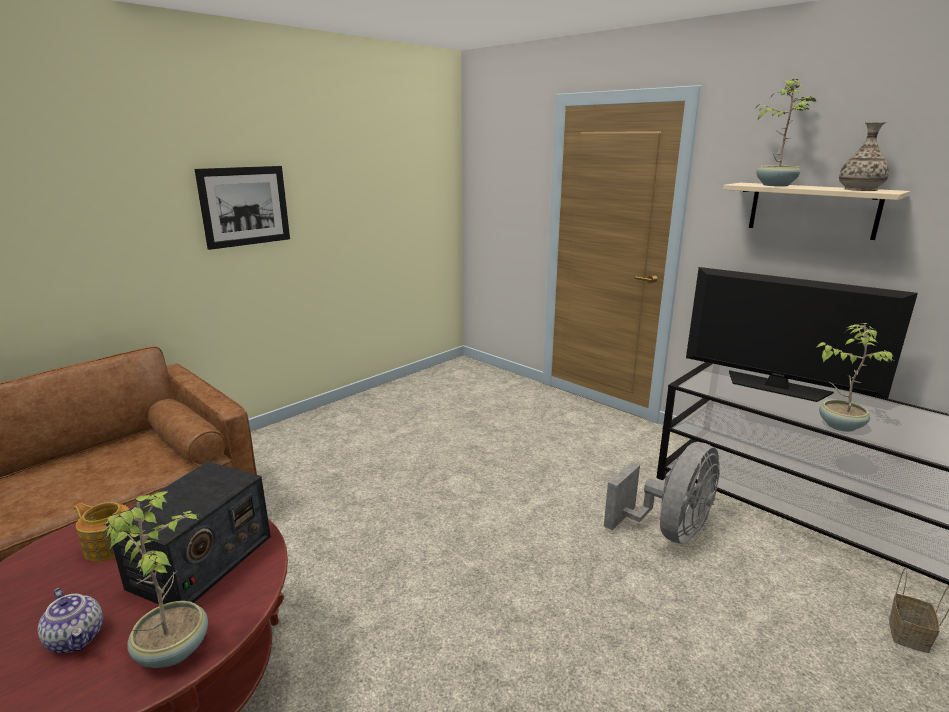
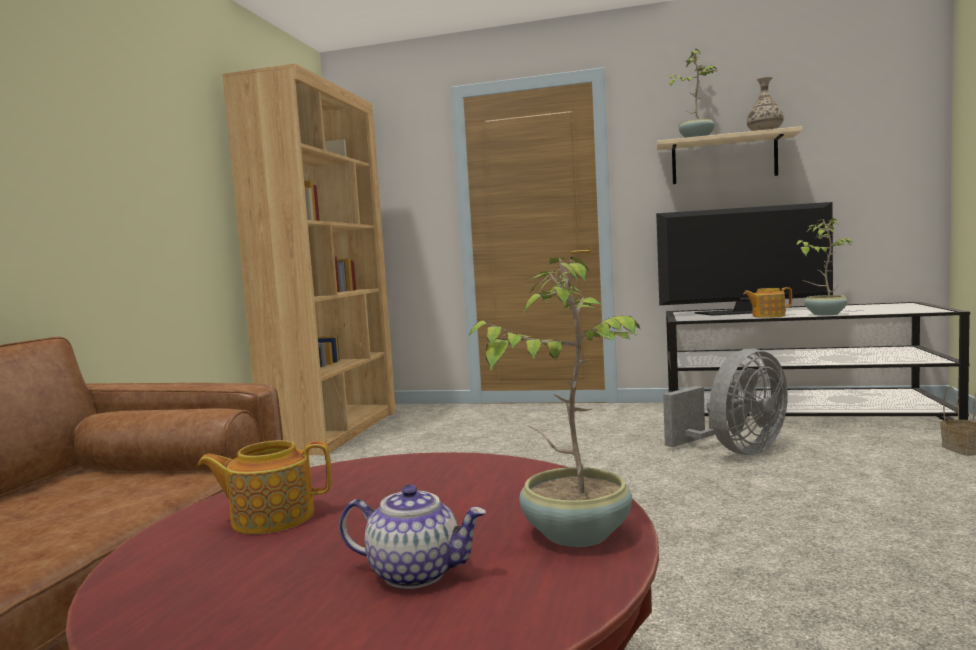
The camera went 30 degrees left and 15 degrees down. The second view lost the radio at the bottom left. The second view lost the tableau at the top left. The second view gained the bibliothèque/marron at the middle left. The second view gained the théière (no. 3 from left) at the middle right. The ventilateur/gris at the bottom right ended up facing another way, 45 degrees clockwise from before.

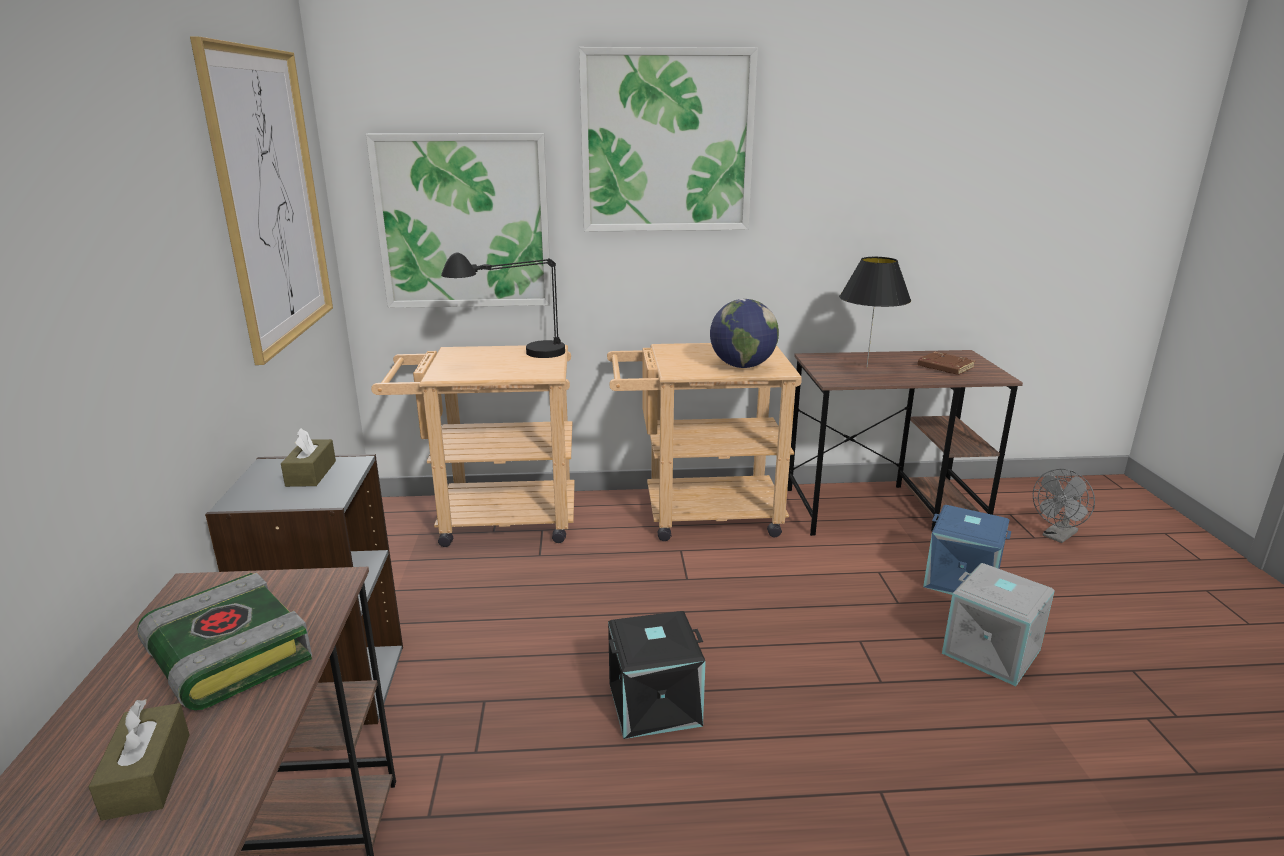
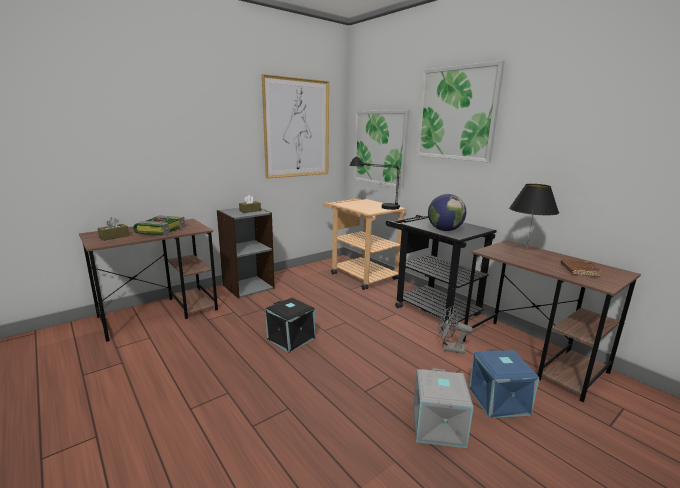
The camera went 55 degrees right and 5 degrees down. The ventilateur/gris ended up elsewhere, having gone from the middle right to the bottom right. What was the chariot/beige (no. 2 from left) at the centre turned into the chariot/noir at the centre.

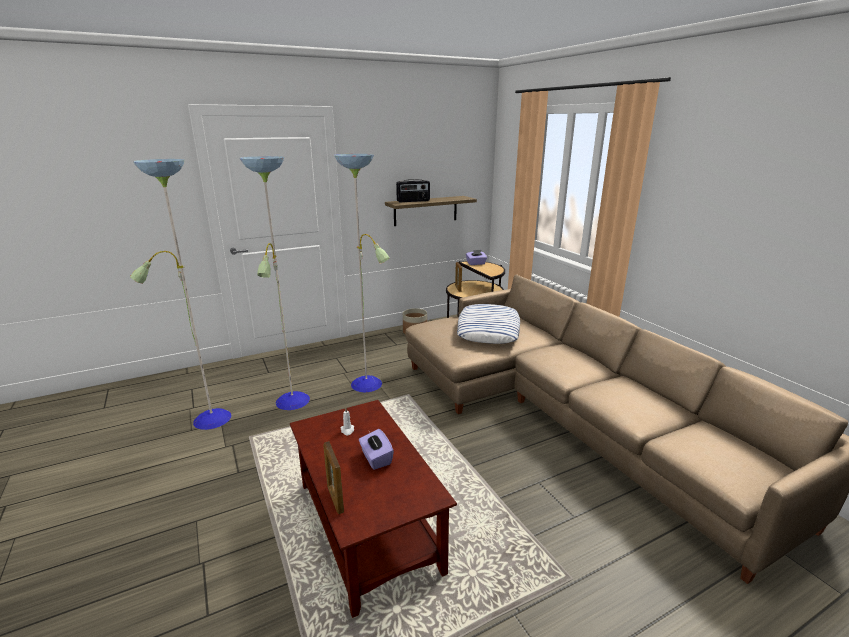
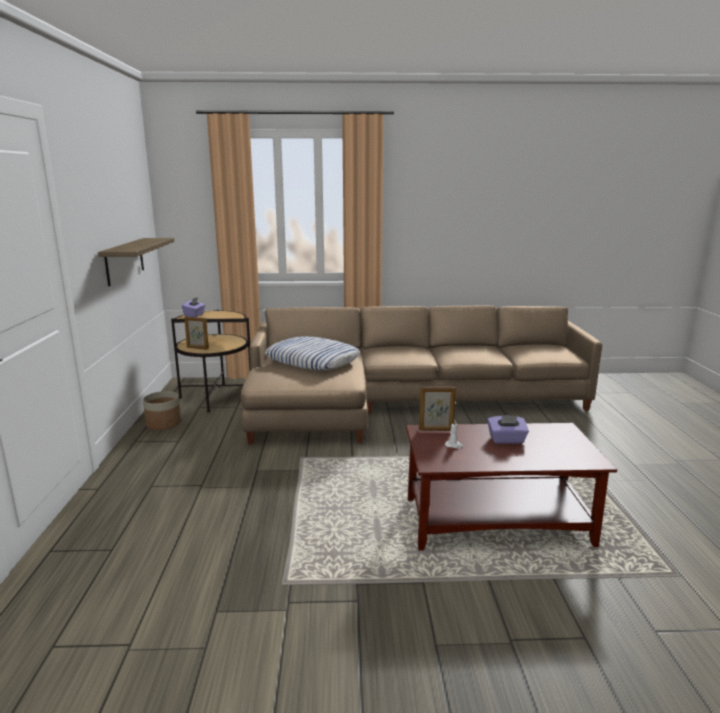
The camera went 65 degrees left and 5 degrees down. The second view lost the lampadaire at the middle left. The second view lost the radio at the top centre. The cadre photo (no. 1 from left in the first image) ended up elsewhere, having gone from the bottom centre to the centre.

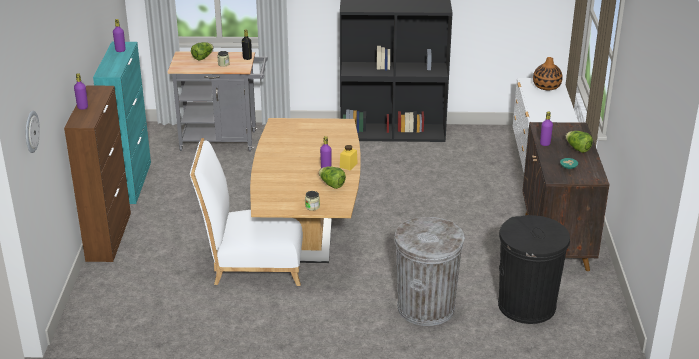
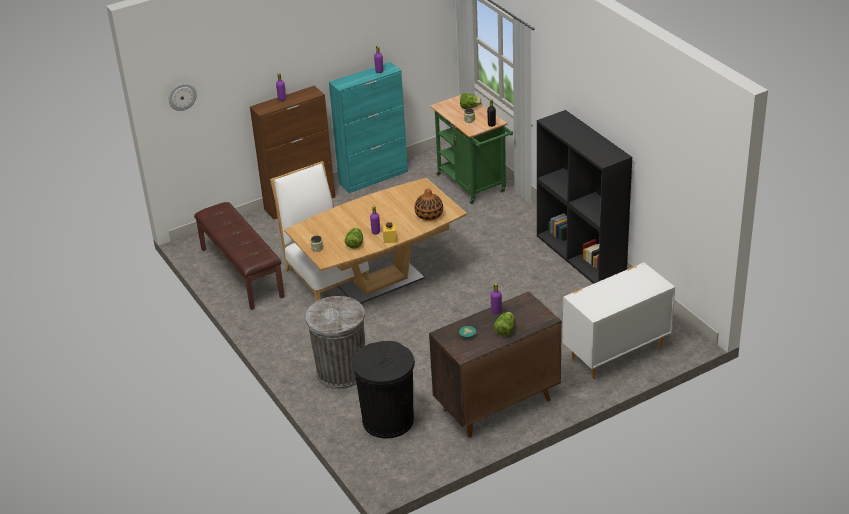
The camera went 60 degrees right and 5 degrees up. The second view gained the banc/marron at the middle left. The vase ended up elsewhere, having gone from the top right to the centre. What was the chariot/gris at the top left turned into the chariot/vert at the top centre.

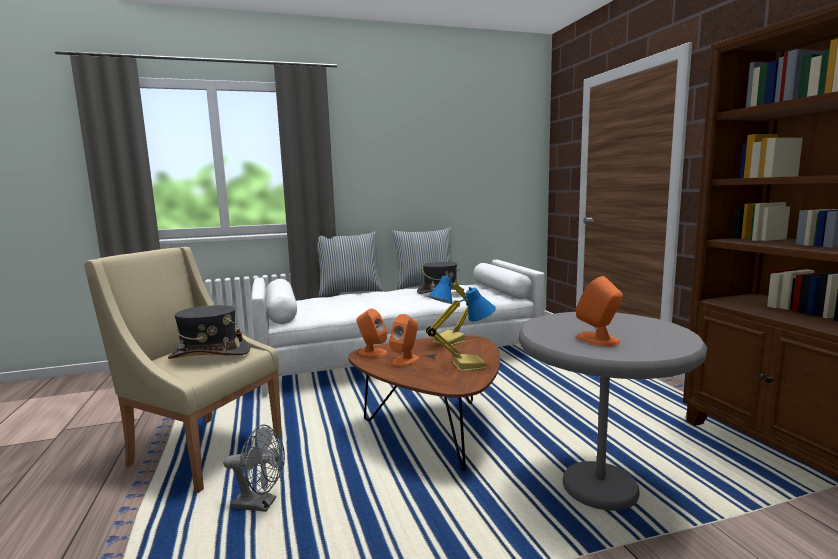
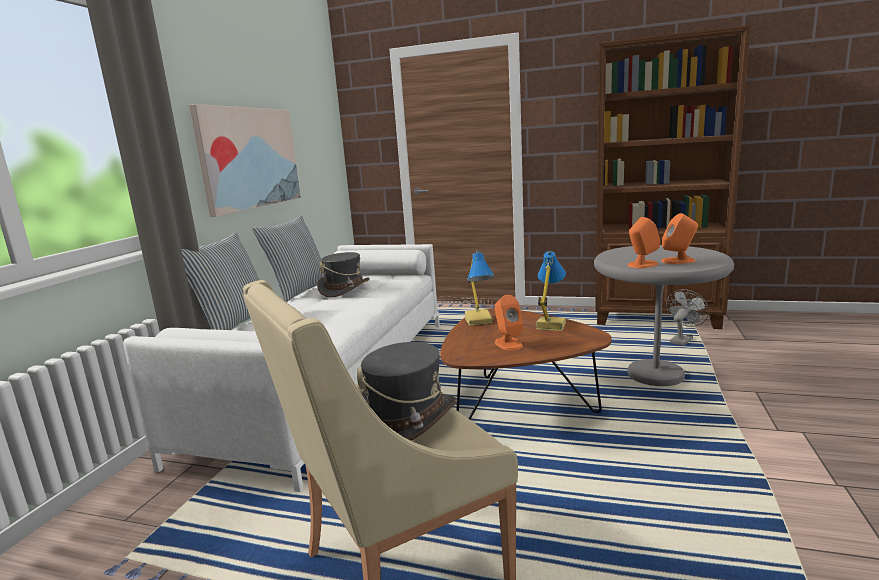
The camera went 55 degrees left and 5 degrees up. The second view gained the tableau at the top left. The ventilateur/gris ended up elsewhere, having gone from the bottom left to the middle right. The enceinte/orange (no. 1 from left in the first image) ended up elsewhere, having gone from the centre to the middle right.

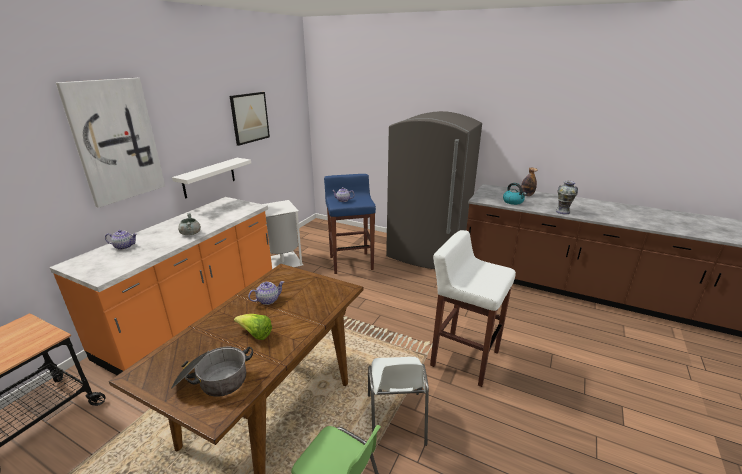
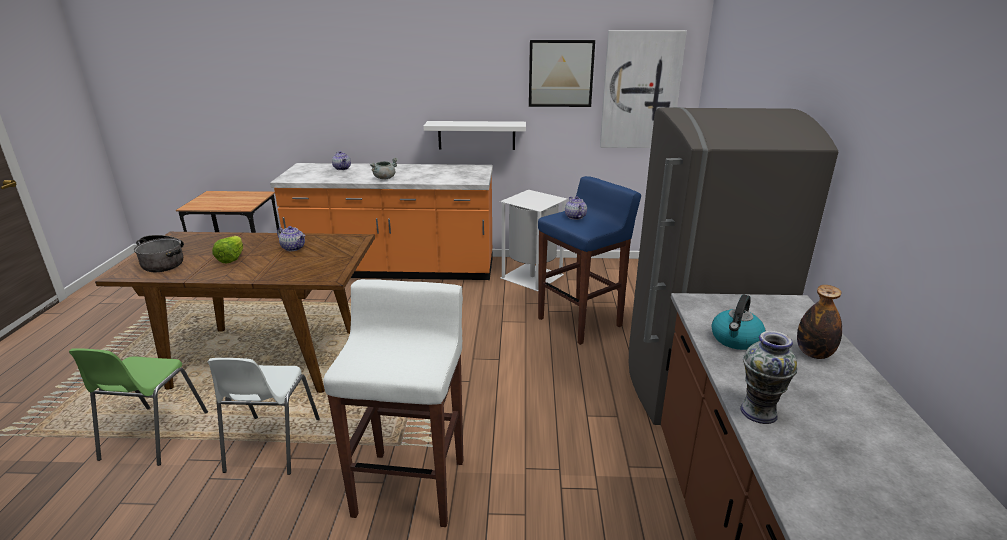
The camera went 65 degrees right and 0 degrees up. The tableau (no. 1 from left in the first image) ended up elsewhere, having gone from the top left to the top centre. The chaise/blanc at the bottom centre ended up facing another way, 60 degrees counterclockwise from before.

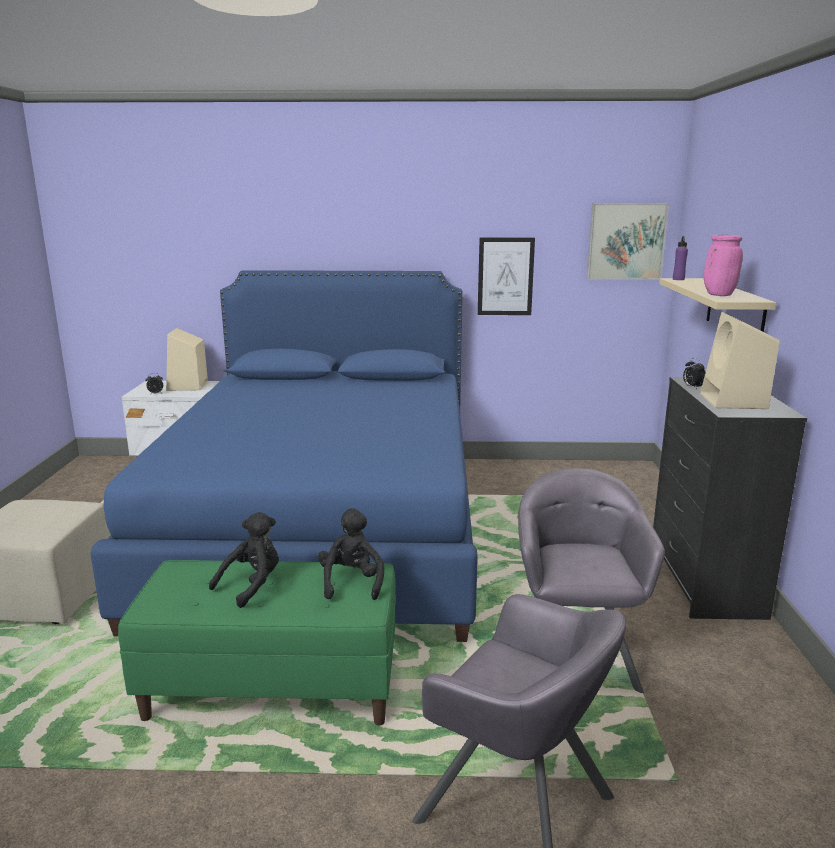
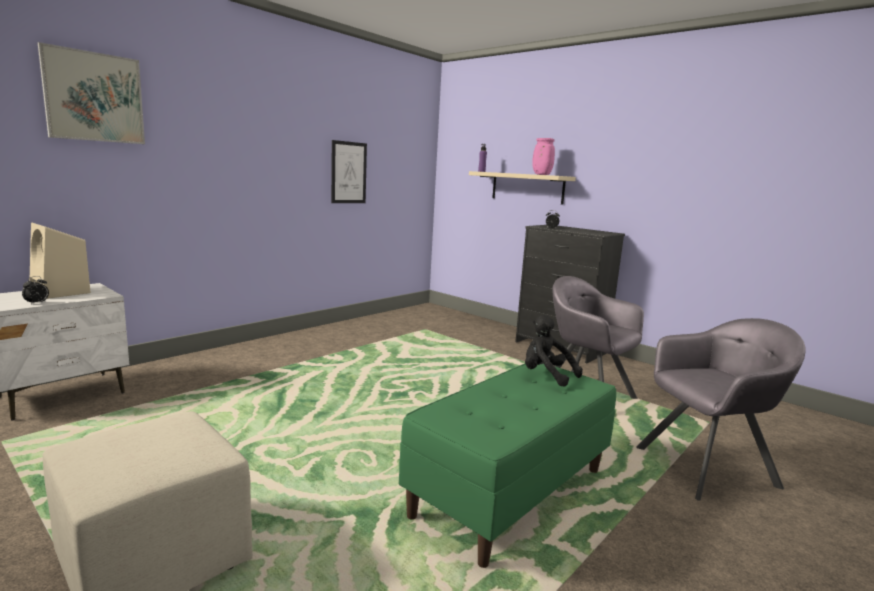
The camera went 50 degrees left and 5 degrees down. The second view lost the lit/bleu at the centre. The second view lost the peluche/noir (no. 1 from left) at the middle left. The second view lost the enceinte/beige (no. 2 from left) at the middle right. The tableau (no. 2 from left in the first image) ended up elsewhere, having gone from the top right to the top left.

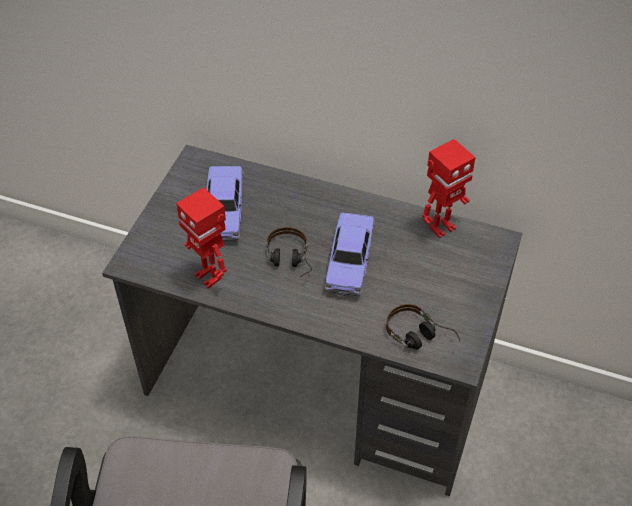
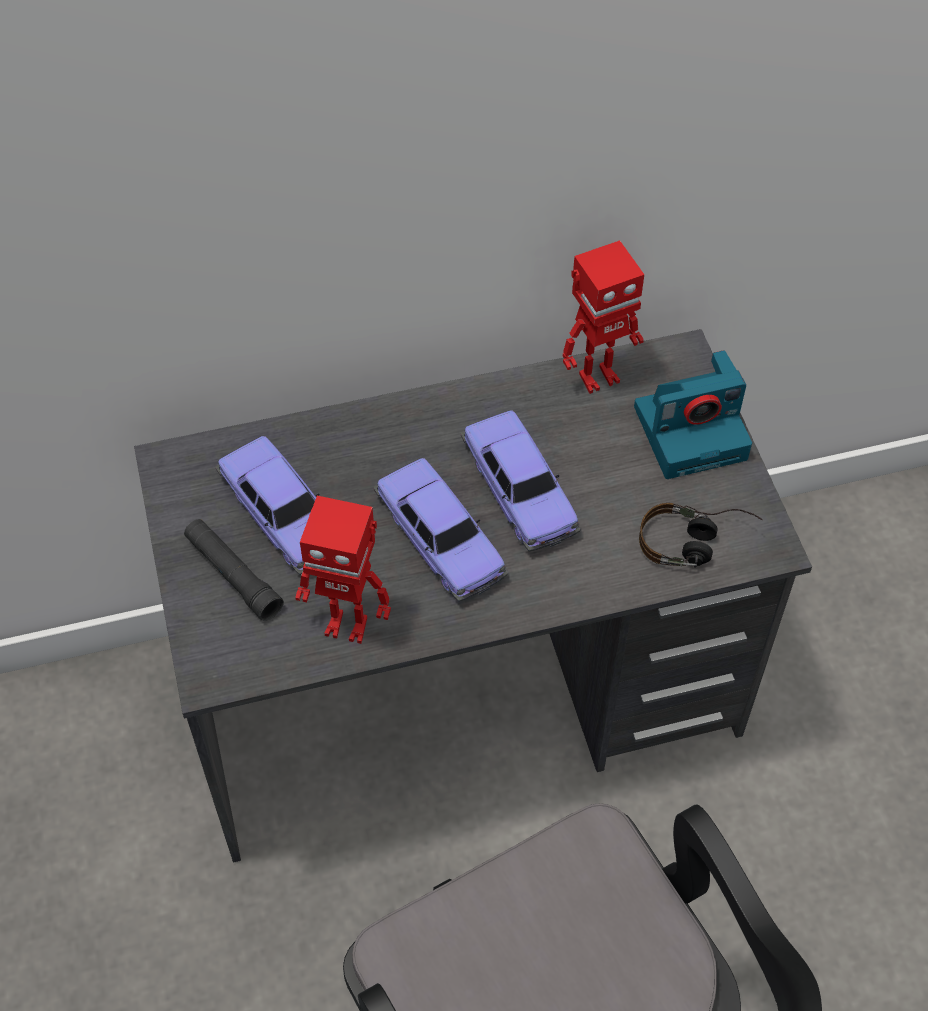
The camera went 35 degrees left and 5 degrees up. The second view gained the lampe de poche/noir at the middle left. The second view gained the appareil photo at the middle right. Where the casque audio (no. 1 from left) stood at the centre, the petite voiture (no. 2 from left) came to stand at the centre. The robot jouet (no. 2 from left) at the middle right ended up facing another way, 45 degrees clockwise from before.

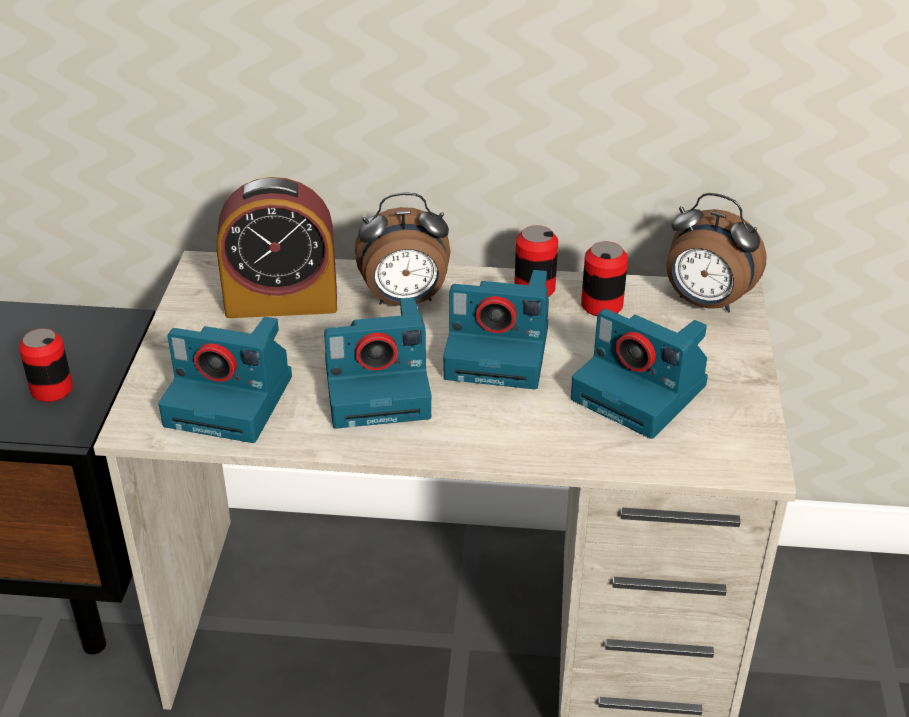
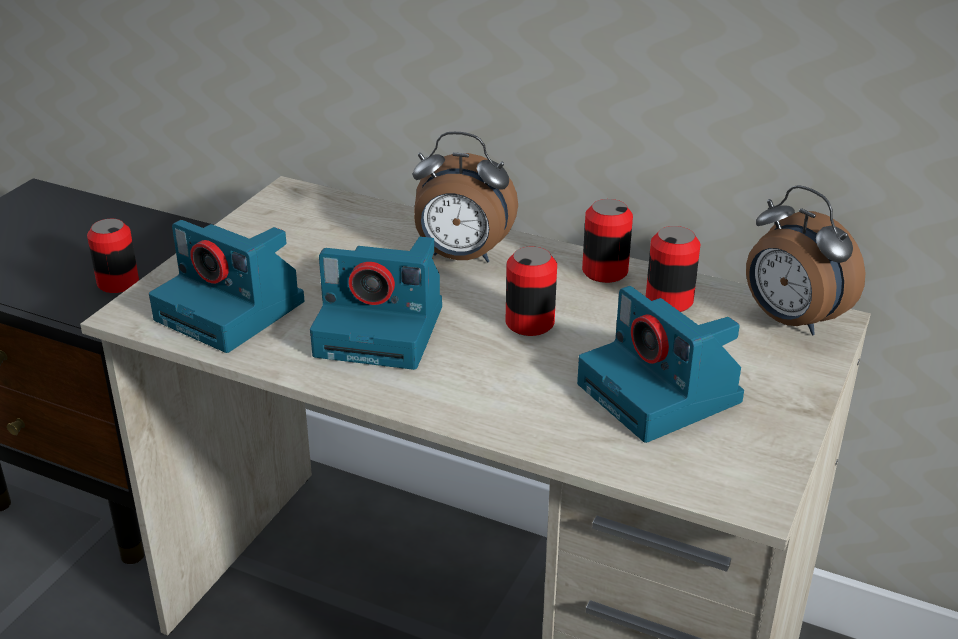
The camera went 20 degrees right and 5 degrees down. The second view lost the réveil (no. 1 from left) at the middle left. Where the appareil photo (no. 3 from left) stood at the centre, the boîte métallique (no. 2 from left) came to stand at the centre.

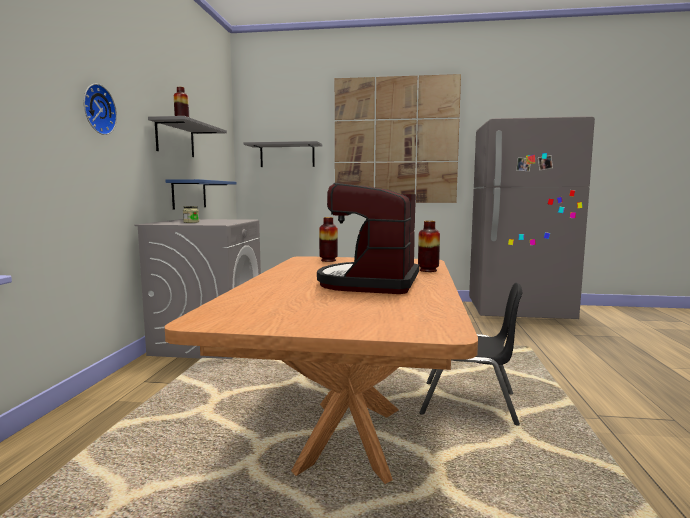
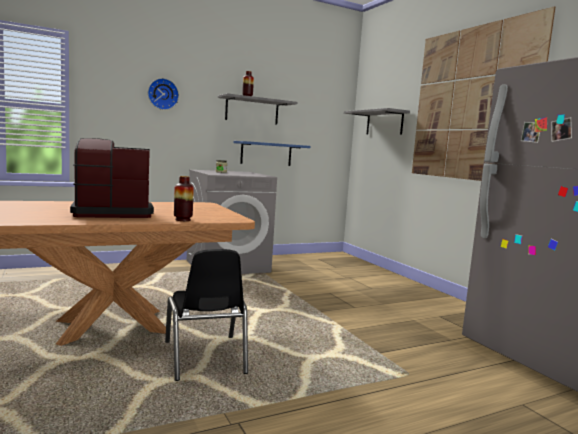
The camera went 55 degrees right and 0 degrees up. The second view lost the vase (no. 2 from left) at the centre.

